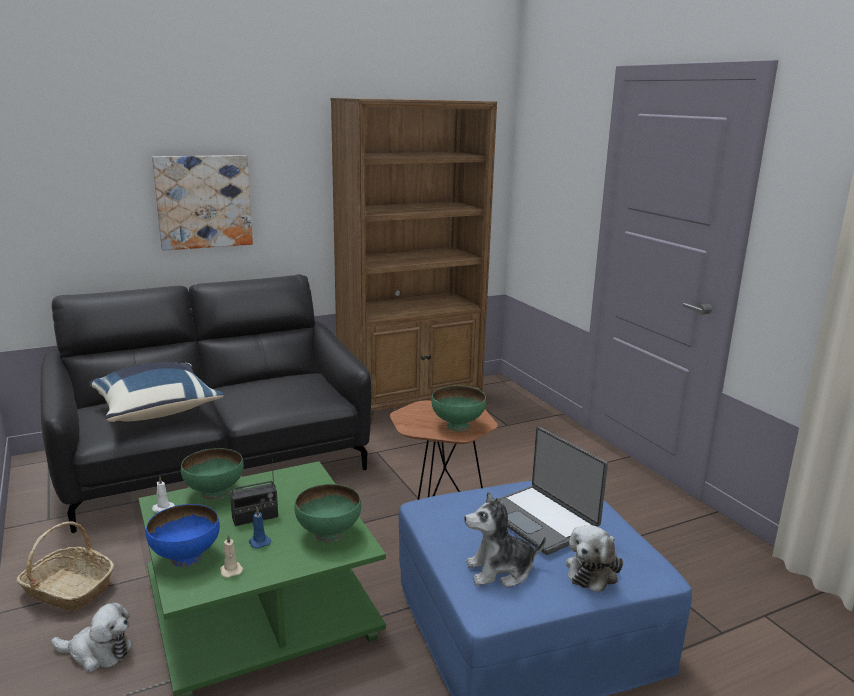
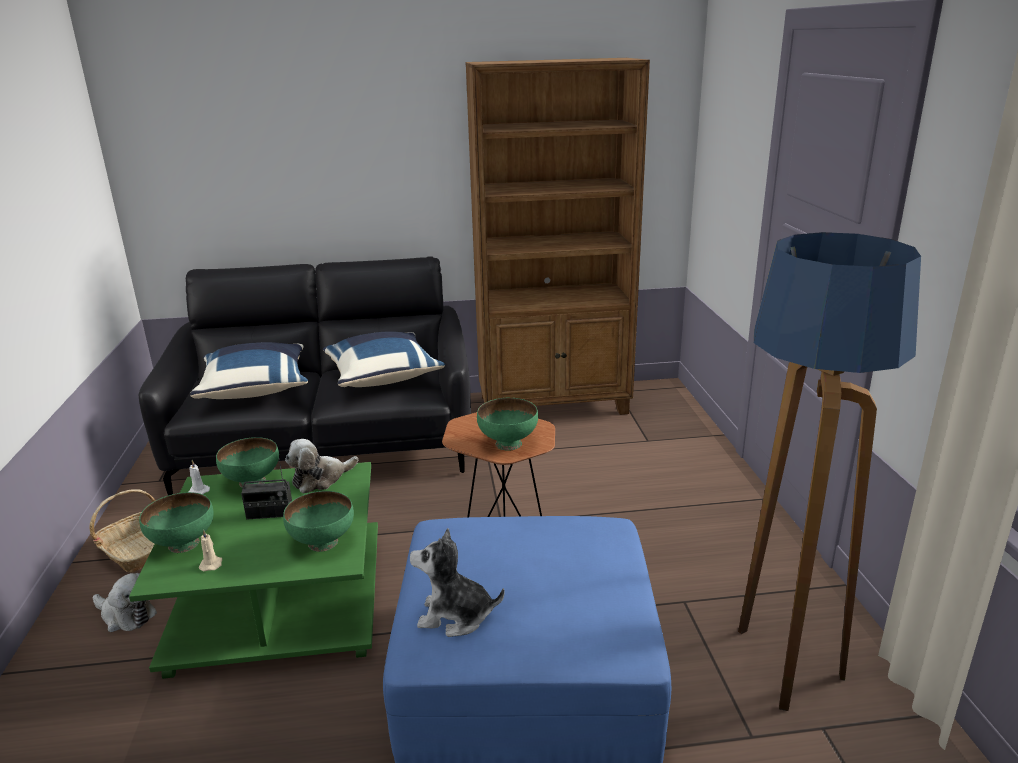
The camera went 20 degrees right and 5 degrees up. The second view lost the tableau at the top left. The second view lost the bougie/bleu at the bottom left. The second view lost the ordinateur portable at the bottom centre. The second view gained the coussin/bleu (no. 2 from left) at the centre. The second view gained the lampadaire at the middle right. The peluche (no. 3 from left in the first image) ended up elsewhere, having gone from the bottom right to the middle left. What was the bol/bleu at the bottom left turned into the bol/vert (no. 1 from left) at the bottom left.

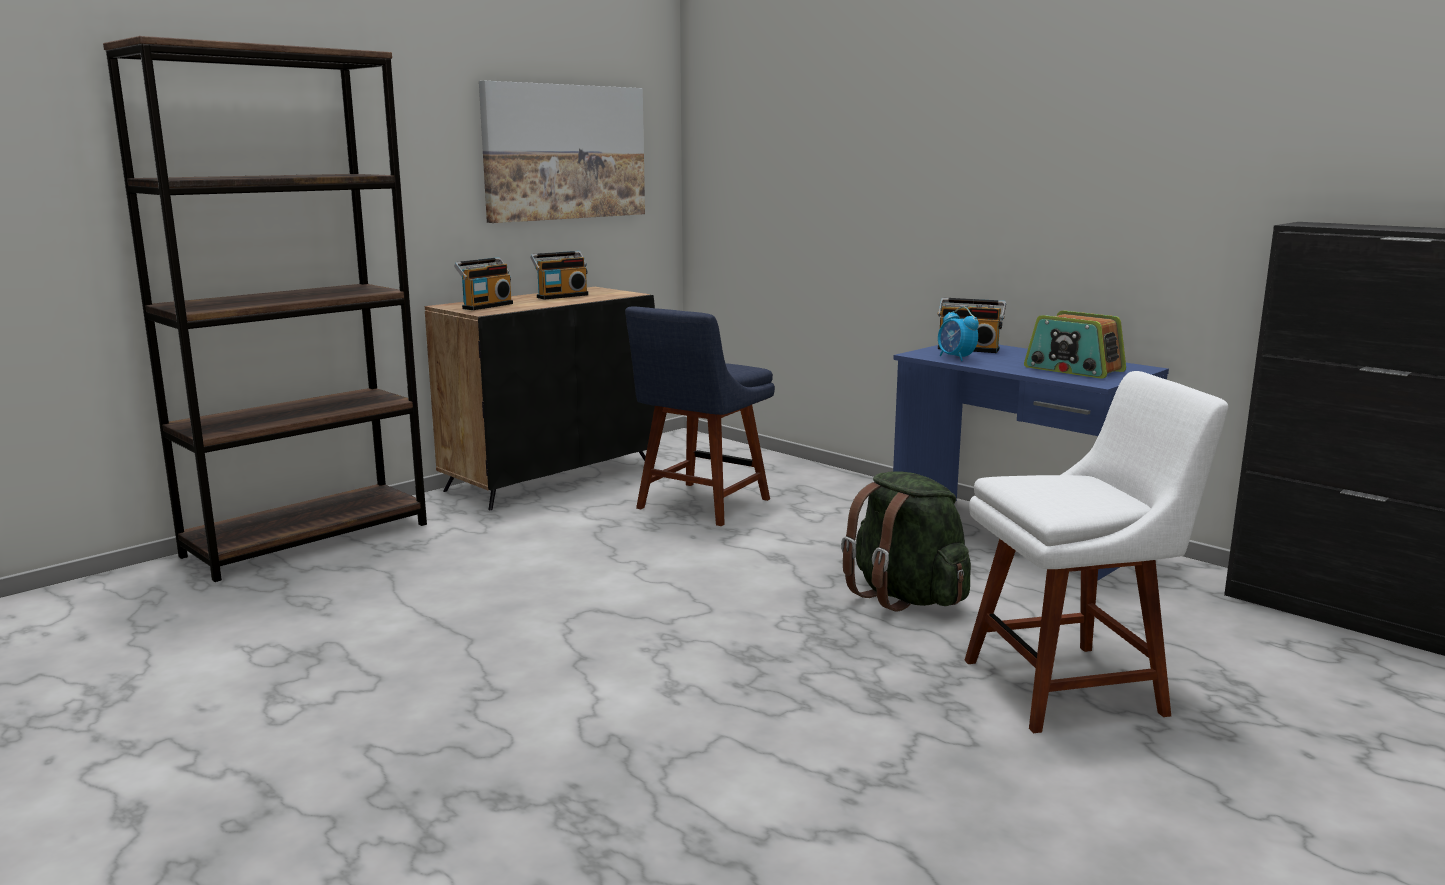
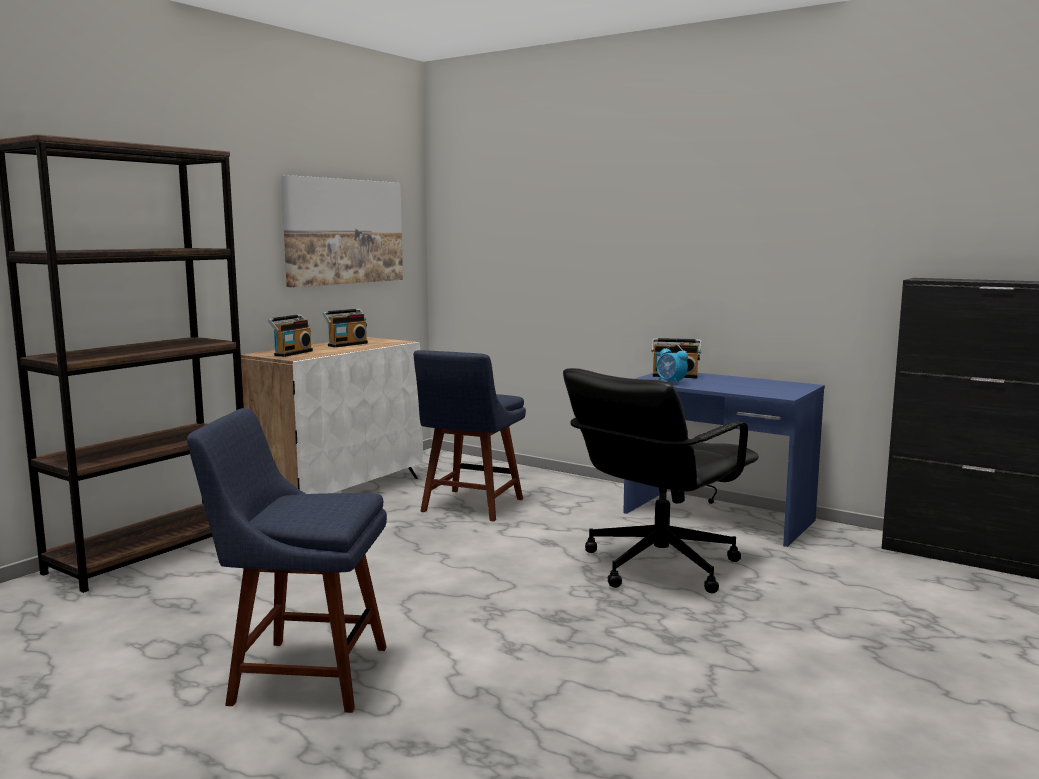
The camera went 10 degrees left and 5 degrees down. The second view lost the chaise/blanc at the middle right. The second view lost the radio (no. 4 from left) at the middle right. The second view gained the chaise/bleu (no. 1 from left) at the bottom left. Where the sac à dos/vert stood at the centre, the chaise de bureau/noir came to stand at the centre. What was the meuble de rangement/noir (no. 1 from left) at the centre turned into the meuble de rangement/blanc at the middle left.

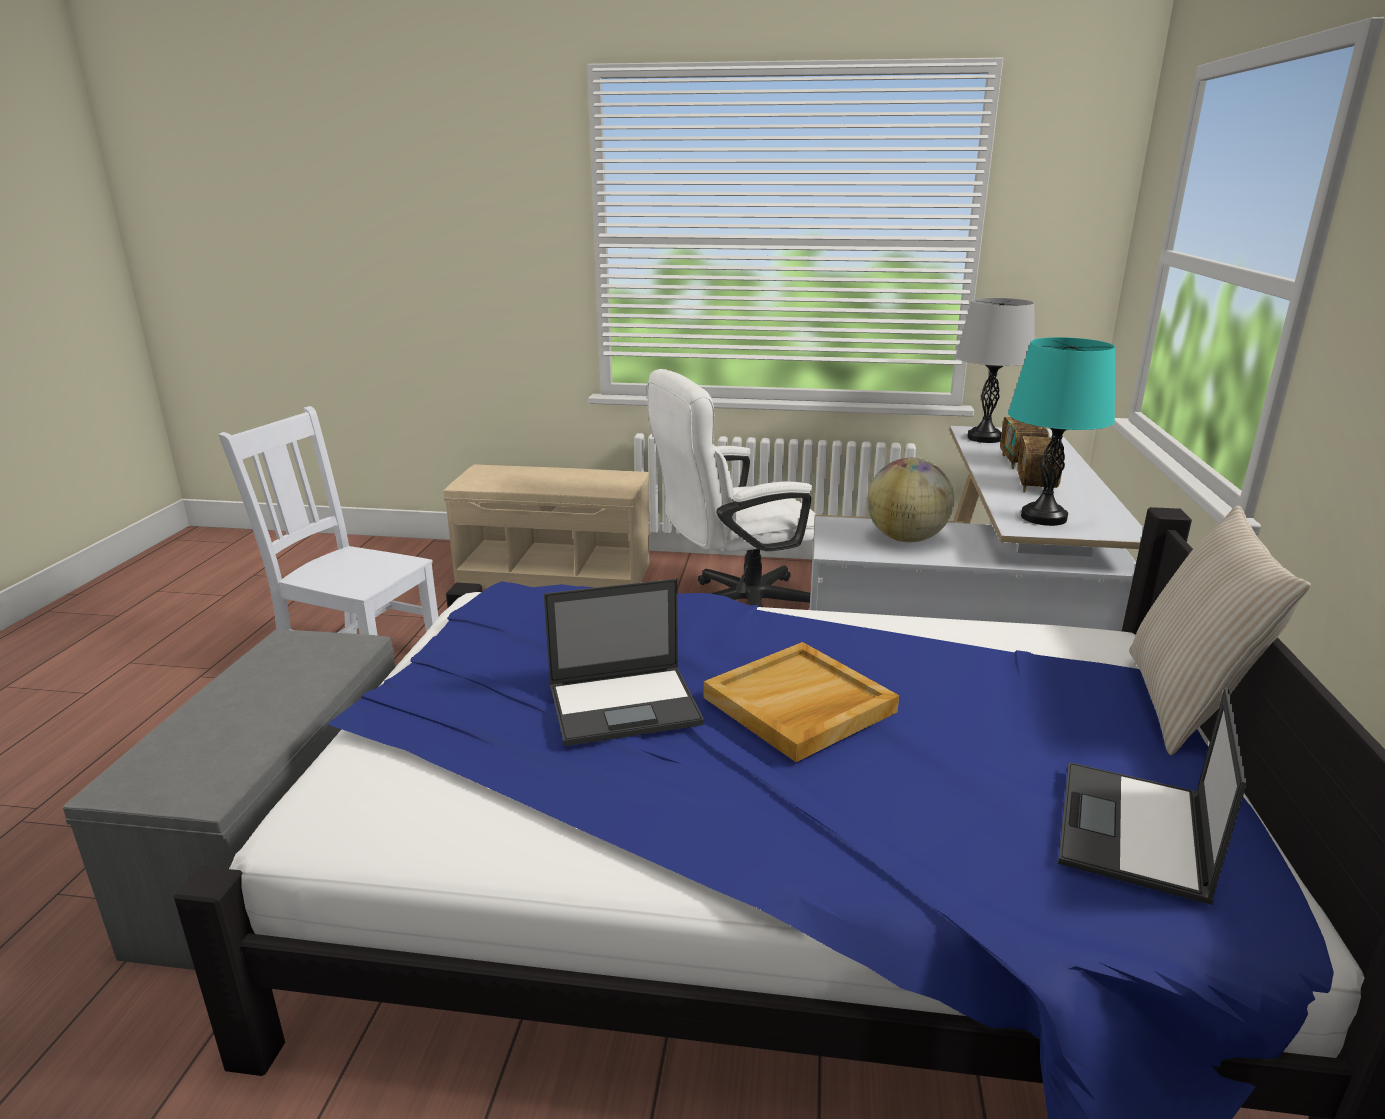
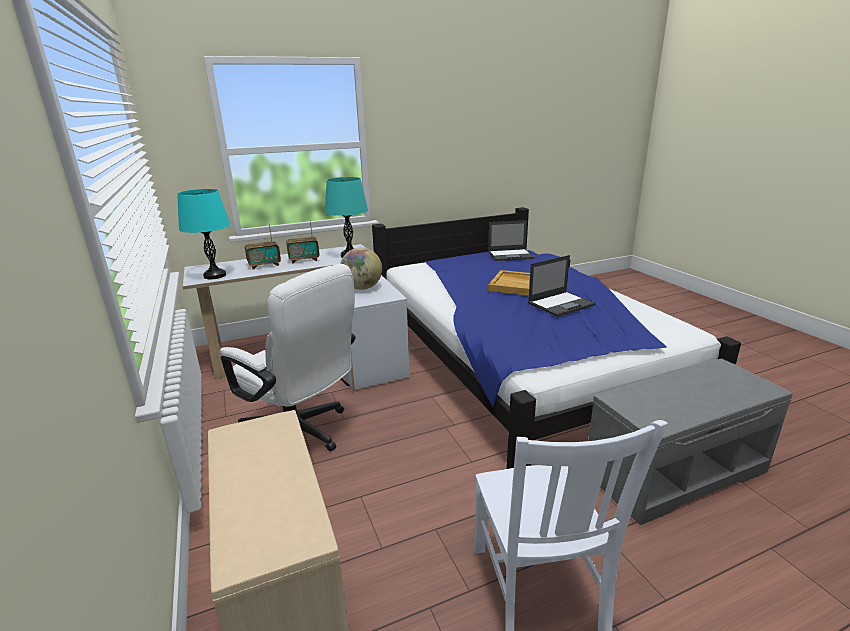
The camera went 120 degrees left and 0 degrees up. The second view lost the coussin/beige at the middle right. What was the lampe de table/gris at the top right turned into the lampe de table/turquoise (no. 1 from left) at the middle left. The ordinateur portable (no. 1 from left in the first image) at the centre ended up facing another way, 105 degrees clockwise from before.

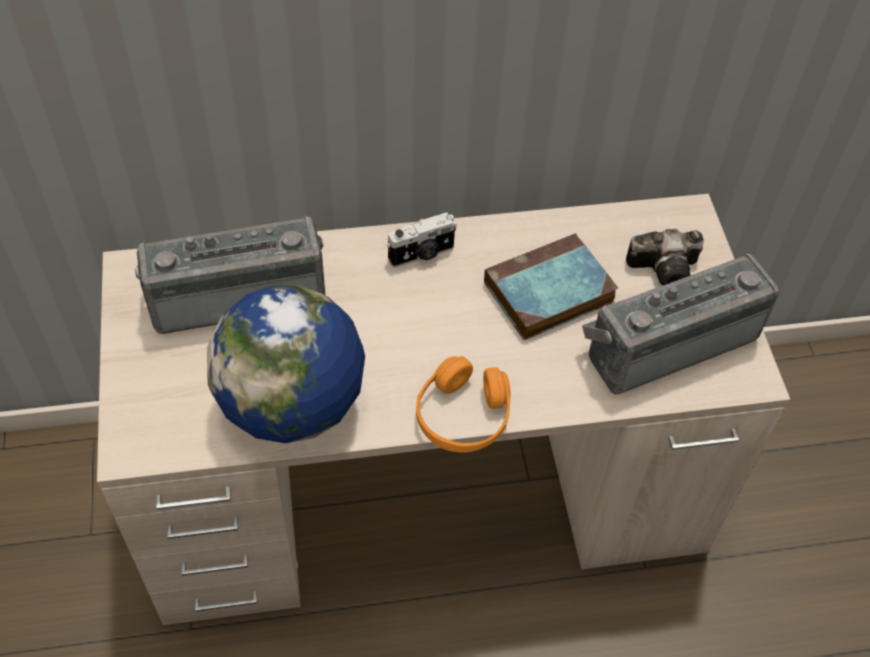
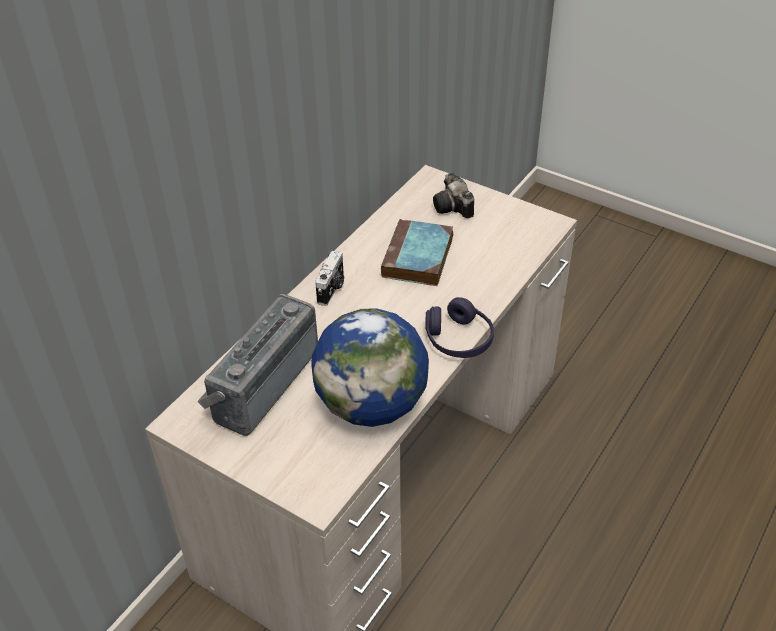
The camera went 45 degrees left and 10 degrees down. The second view lost the radio (no. 2 from left) at the middle right. What was the casque audio/orange at the centre turned into the casque audio/violet at the centre. The appareil photo (no. 2 from left) at the middle right ended up facing another way, 120 degrees clockwise from before.

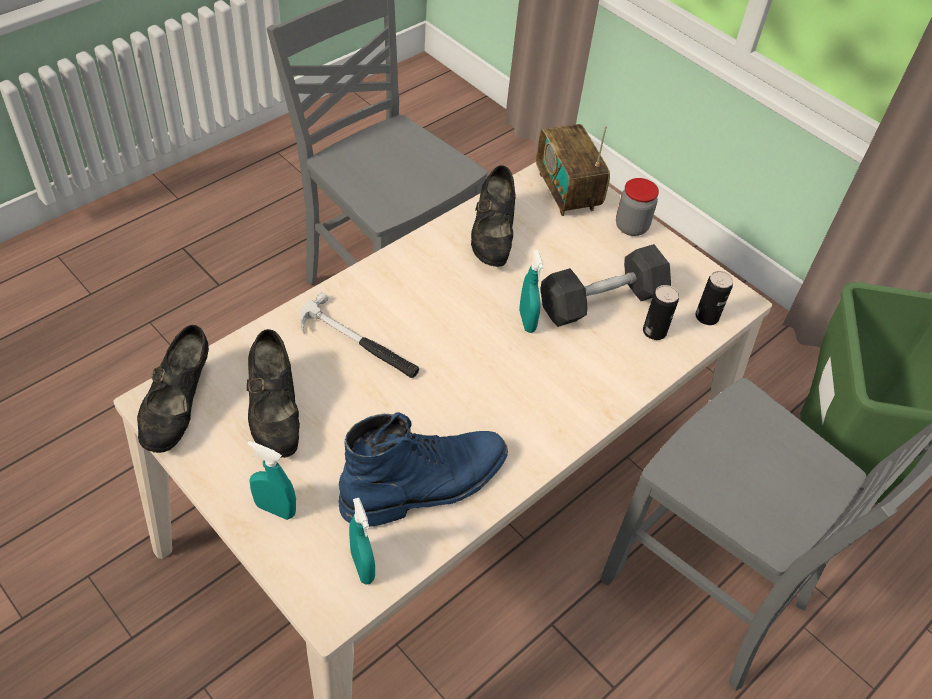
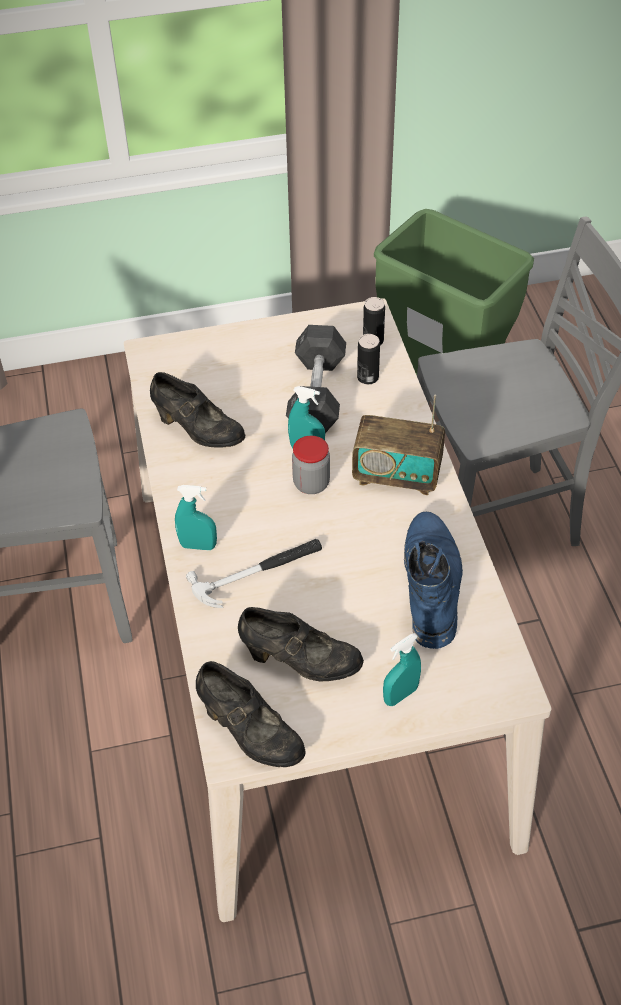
The camera went 55 degrees left and 0 degrees up. The vaporisateur/turquoise (no. 2 from left in the first image) ended up elsewhere, having gone from the bottom centre to the middle left. The radio ended up elsewhere, having gone from the top centre to the centre. The bocal ended up elsewhere, having gone from the top right to the centre.

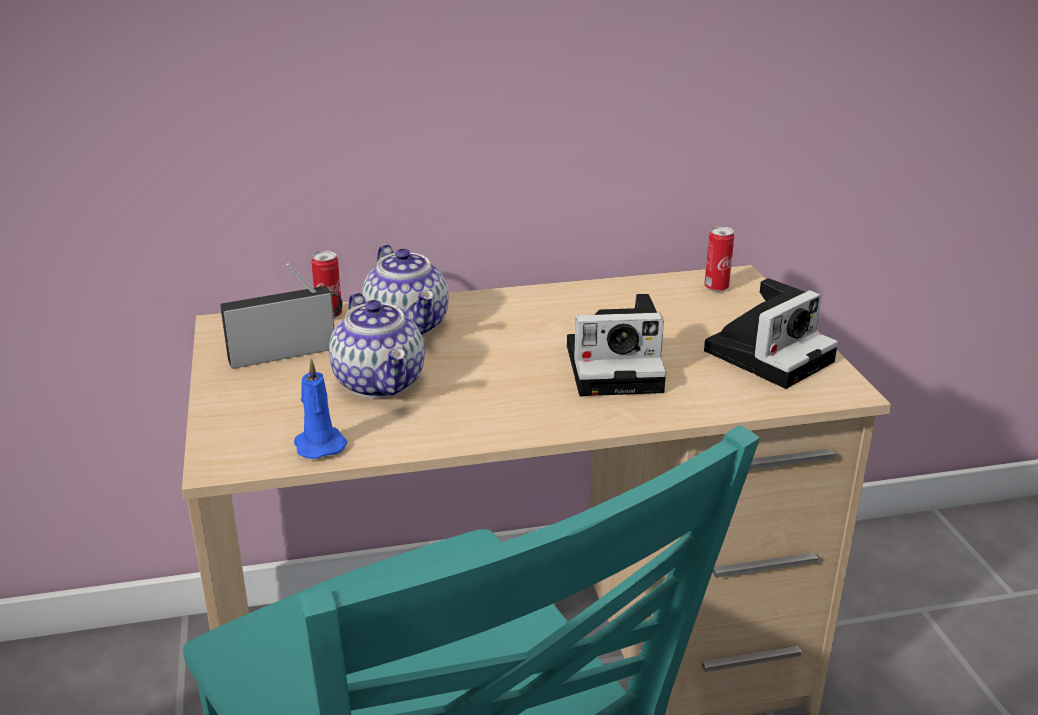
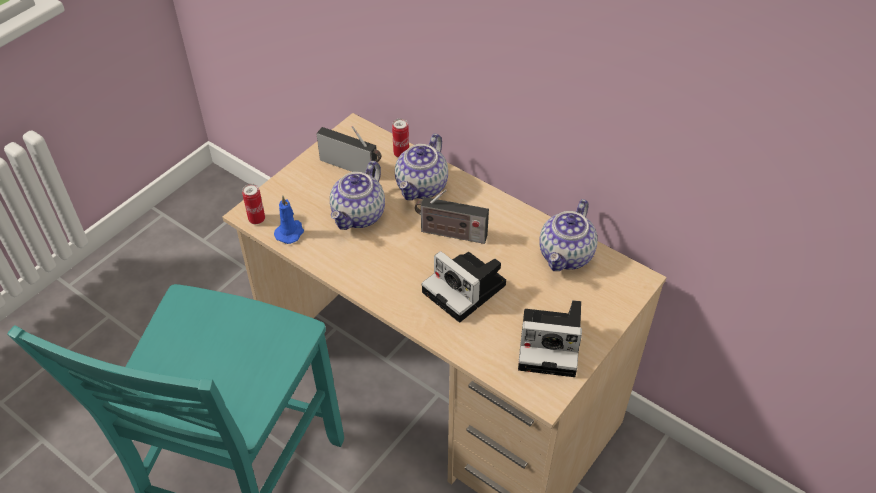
The camera went 50 degrees right and 20 degrees up. The second view gained the radio (no. 2 from left) at the centre. The second view gained the théière (no. 3 from left) at the centre. The boîte métallique (no. 2 from left in the first image) ended up elsewhere, having gone from the middle right to the middle left.

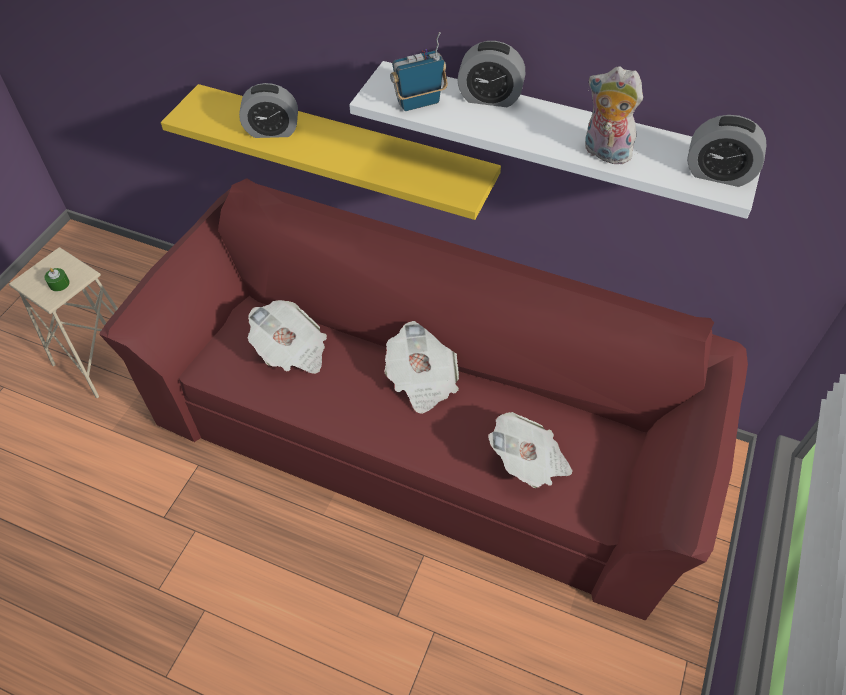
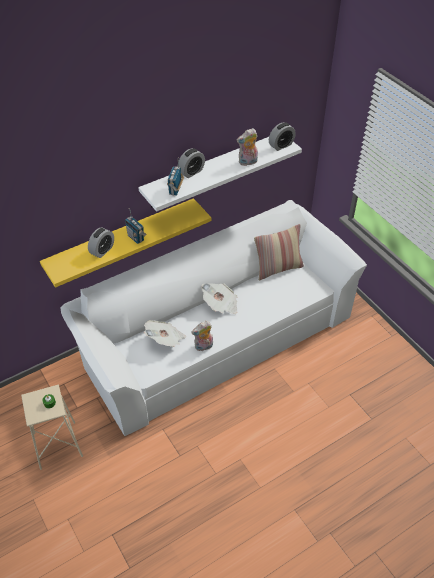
The camera went 55 degrees left and 5 degrees down. The second view lost the journal (no. 3 from left) at the centre. The second view gained the radio (no. 1 from left) at the middle left. The second view gained the peluche (no. 1 from left) at the centre. The second view gained the coussin at the centre. What was the canapé/rouge at the centre turned into the canapé/blanc at the centre.

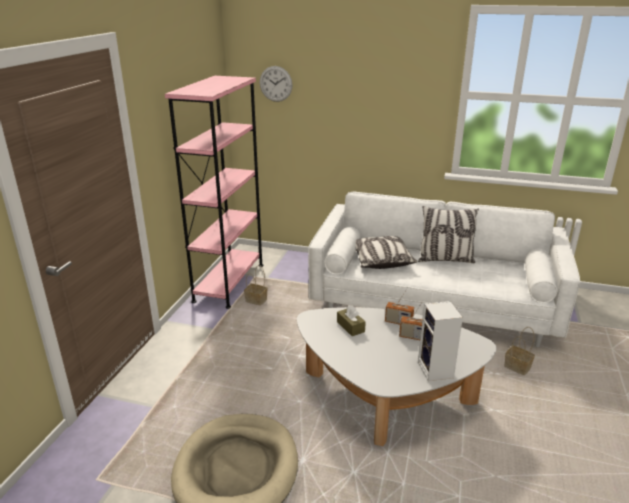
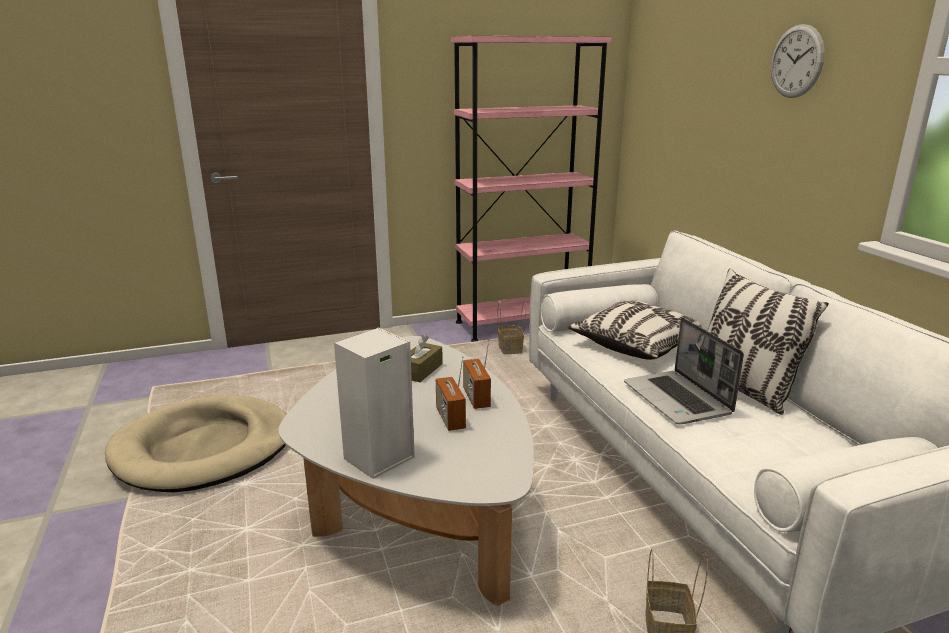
The camera went 55 degrees right and 5 degrees down. The second view gained the ordinateur portable at the middle right. The horloge murale ended up elsewhere, having gone from the top centre to the top right.

